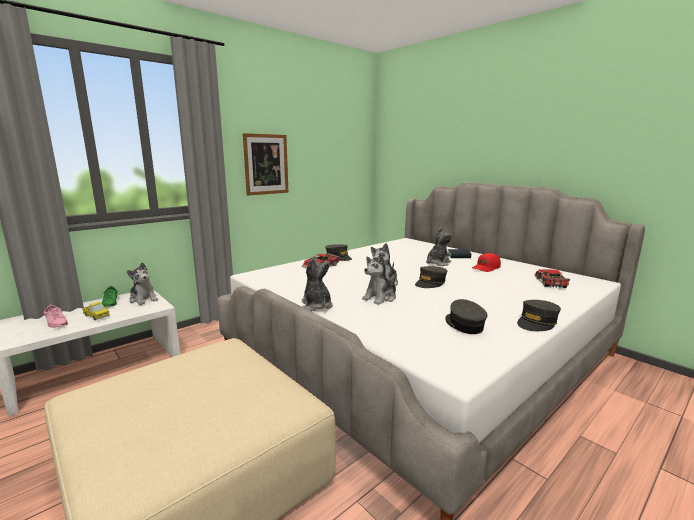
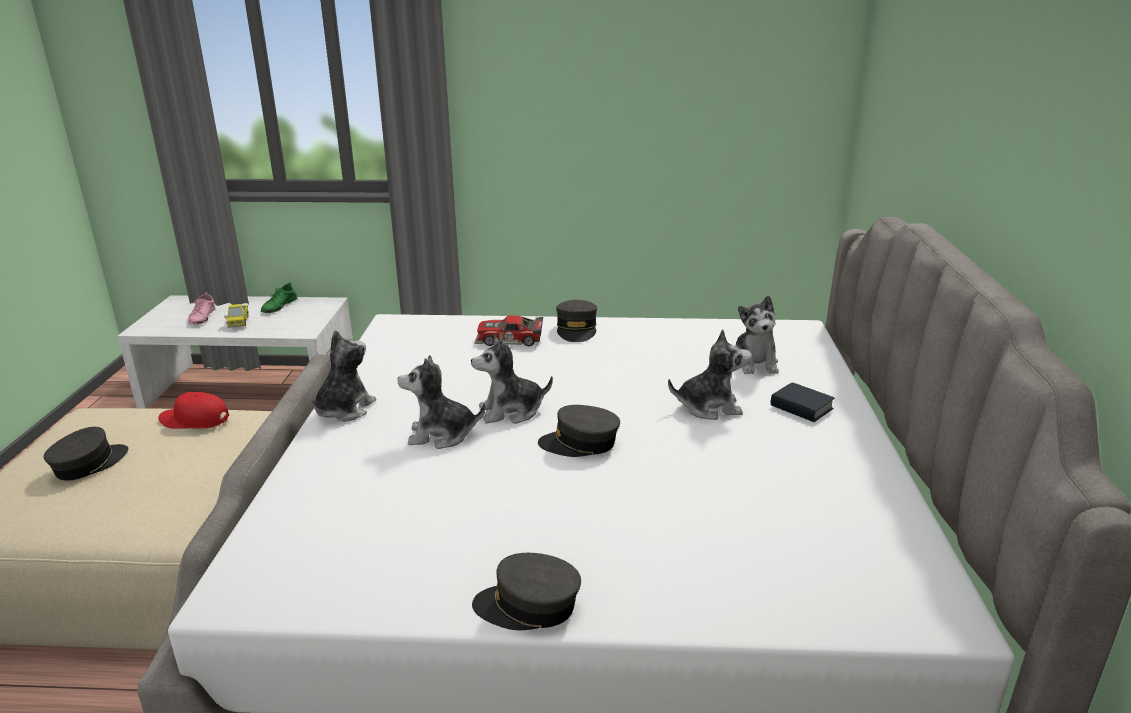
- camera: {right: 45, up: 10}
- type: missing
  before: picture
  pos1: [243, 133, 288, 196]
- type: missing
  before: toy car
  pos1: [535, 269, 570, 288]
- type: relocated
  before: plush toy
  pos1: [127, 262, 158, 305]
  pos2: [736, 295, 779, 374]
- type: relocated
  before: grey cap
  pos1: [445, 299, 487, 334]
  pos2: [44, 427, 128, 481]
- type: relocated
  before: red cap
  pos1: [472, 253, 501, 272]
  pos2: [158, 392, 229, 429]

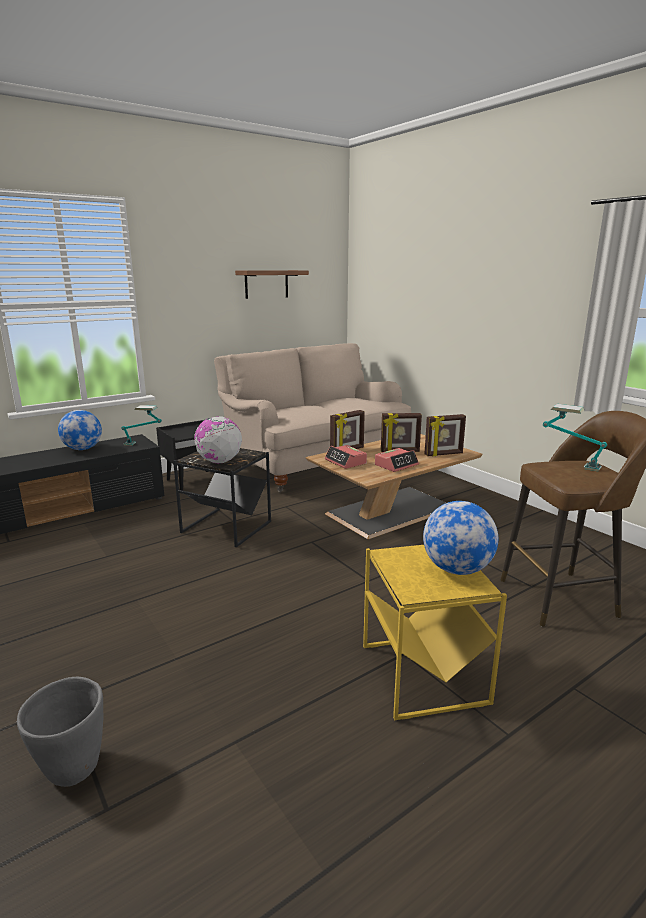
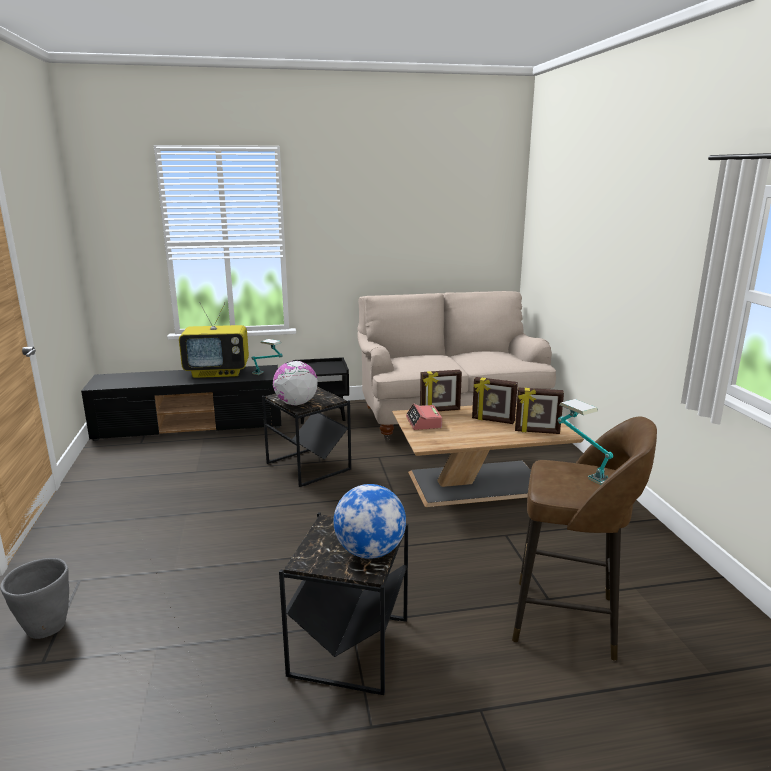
- camera: {right: 25, up: 0}
- type: missing
  before: shelf
  pos1: [235, 270, 309, 299]
- type: missing
  before: alarm clock
  pos1: [375, 448, 419, 472]
- type: exchanged
  before: globe
  after: television
  pos1: [58, 410, 102, 450]
  pos2: [179, 302, 249, 378]
- type: colour
  before: yellow side table
  after: black side table
  pos1: [363, 545, 507, 720]
  pos2: [279, 512, 408, 695]

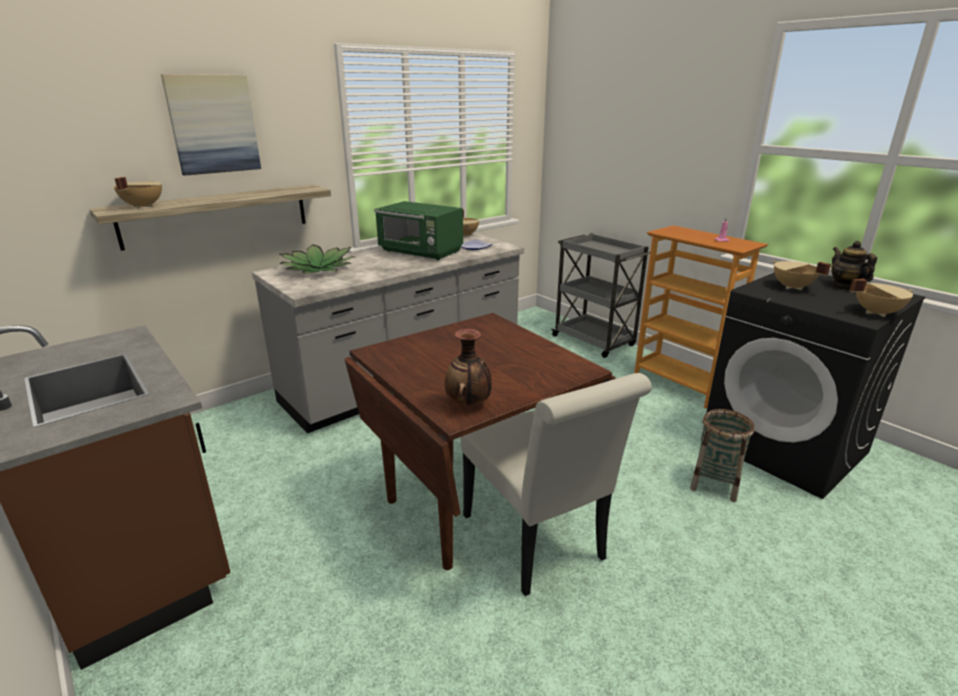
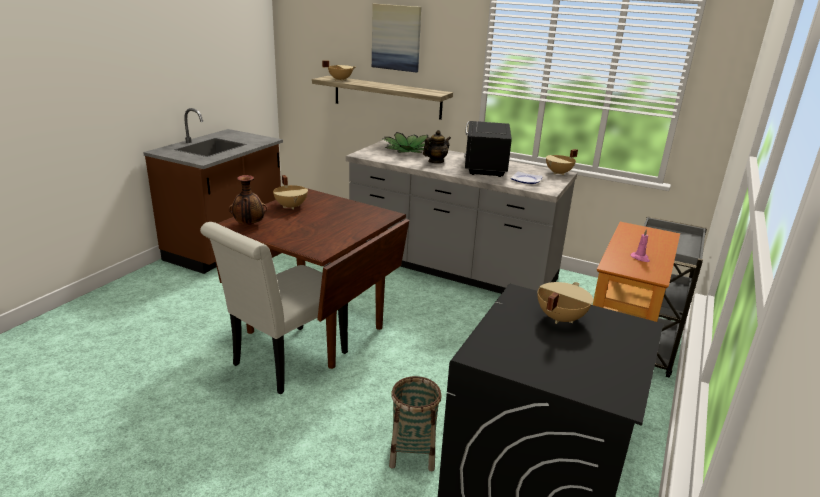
- camera: {right: 65, up: 0}
- type: relocated
  before: teapot
  pos1: [831, 241, 877, 290]
  pos2: [423, 130, 451, 163]
- type: relocated
  before: beige cooking pot
  pos1: [849, 279, 914, 317]
  pos2: [273, 175, 308, 210]
- type: colour
  before: green microwave
  after: black microwave
  pos1: [374, 201, 463, 260]
  pos2: [464, 121, 512, 177]

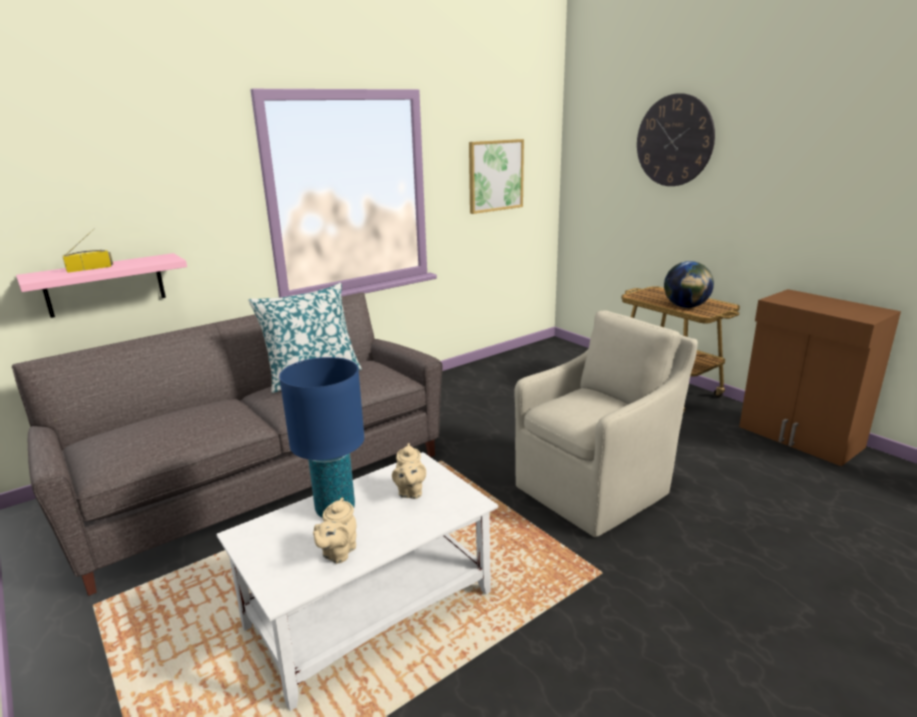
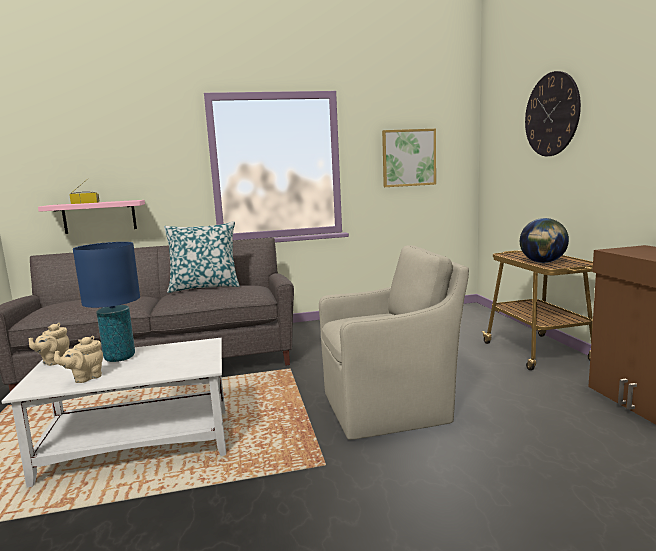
- camera: {right: 25, up: -10}
- type: relocated
  before: beige teapot
  pos1: [392, 443, 426, 499]
  pos2: [29, 323, 70, 366]

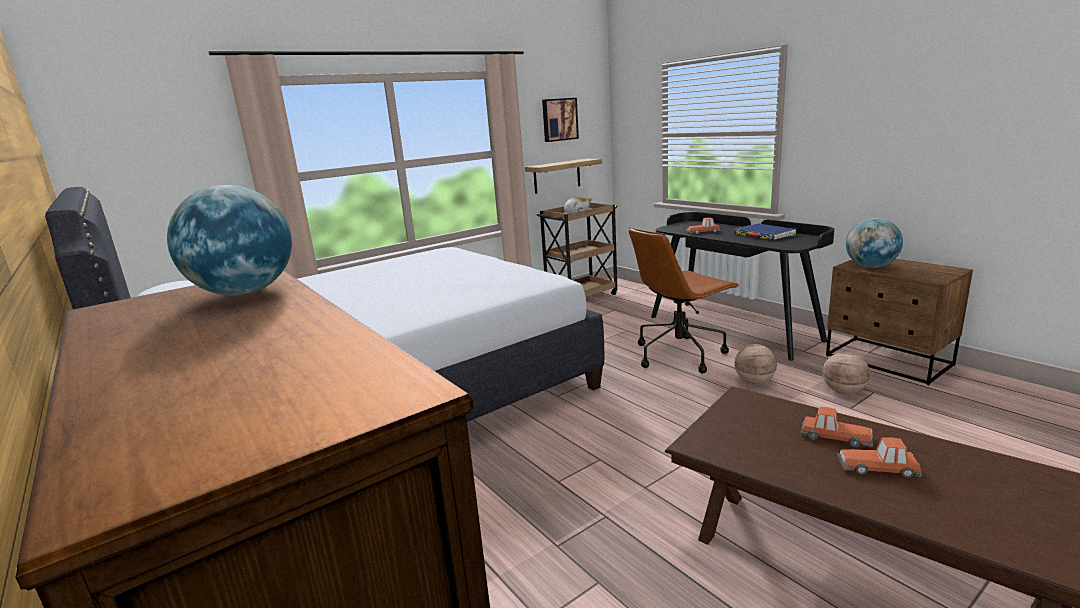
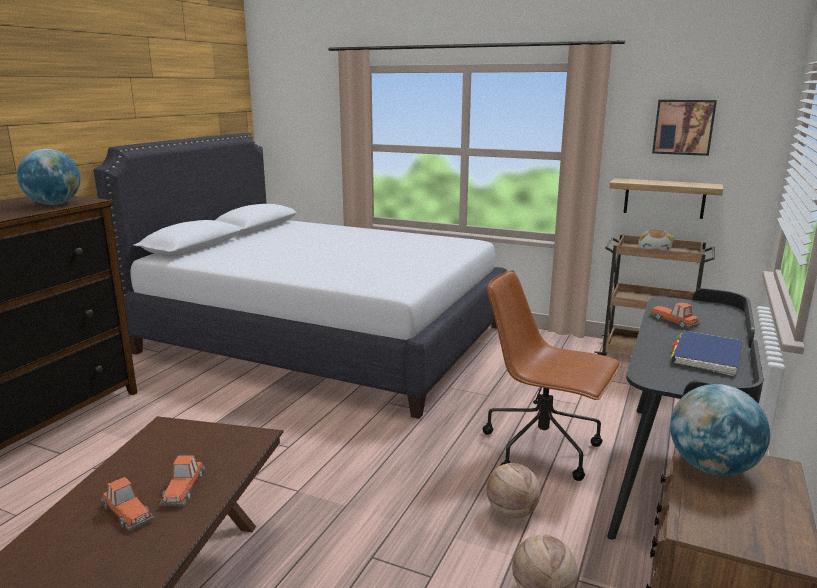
- camera: {right: 60, up: 0}
- type: spun
  before: toy car
  pos1: [837, 437, 922, 478]
  pos2: [101, 477, 154, 531]
  turn: 150

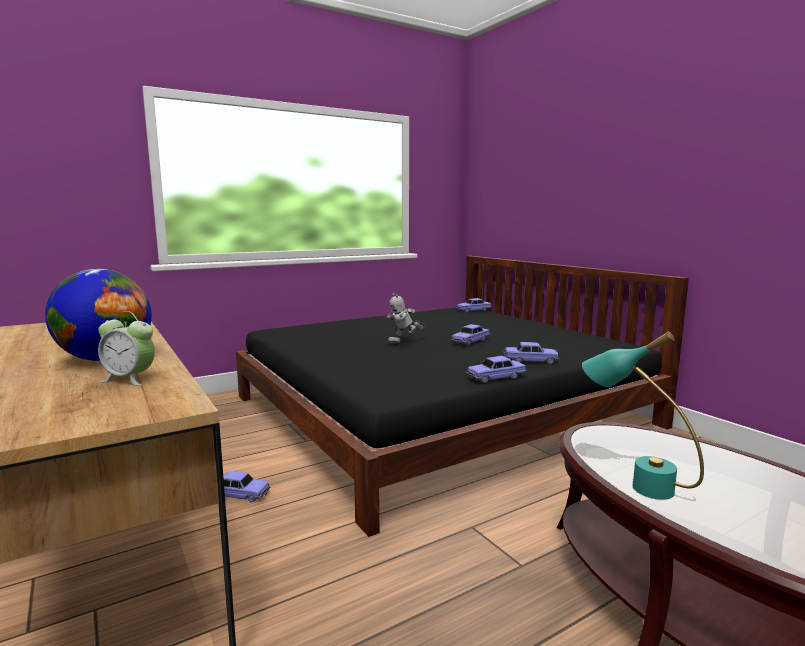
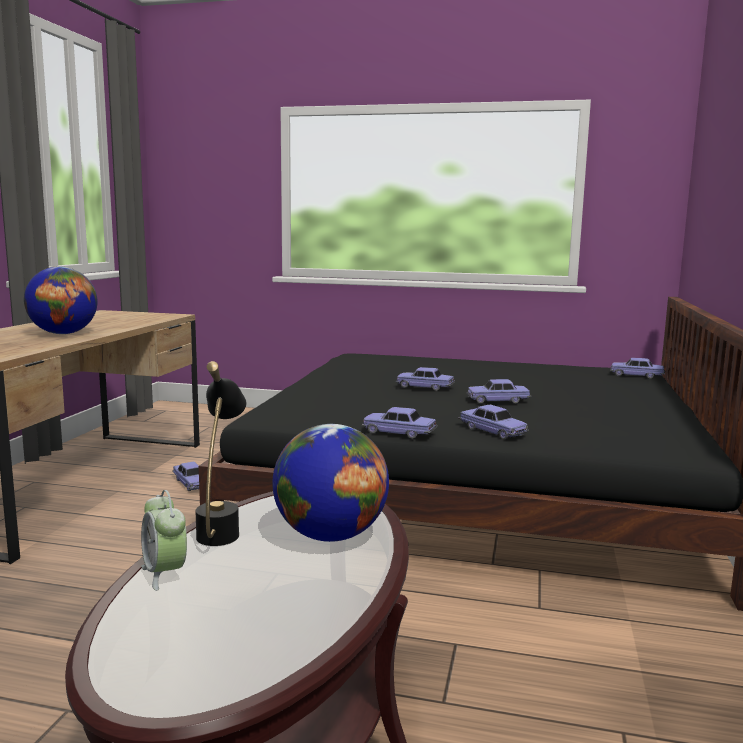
- camera: {right: 45, up: 0}
- type: appeared
  after: globe
  pos2: [272, 424, 389, 542]
- type: relocated
  before: alarm clock
  pos1: [98, 311, 155, 385]
  pos2: [141, 490, 187, 591]
- type: exchanged
  before: toy robot
  after: toy car
  pos1: [386, 293, 425, 343]
  pos2: [396, 367, 455, 391]
- type: colour
  before: turquoise table lamp
  after: black table lamp
  pos1: [582, 332, 704, 500]
  pos2: [195, 361, 247, 546]

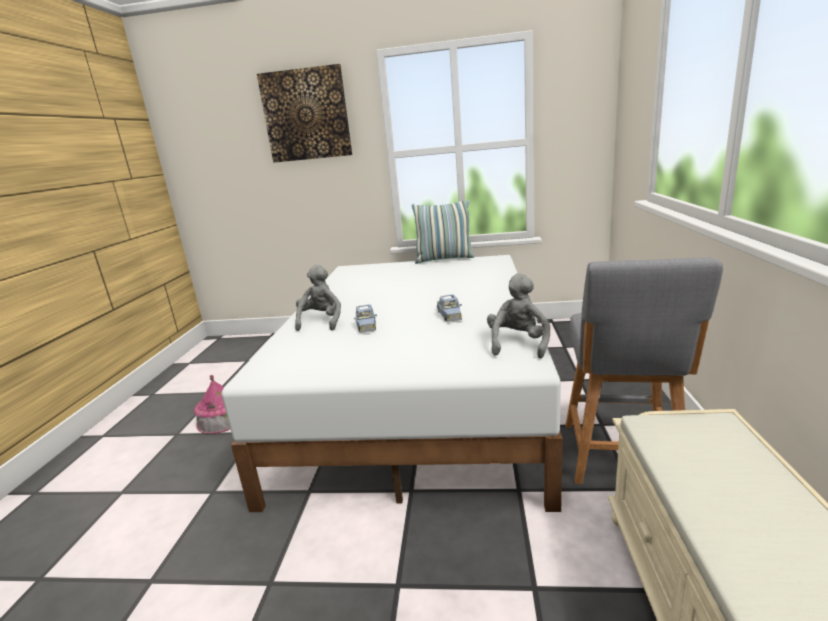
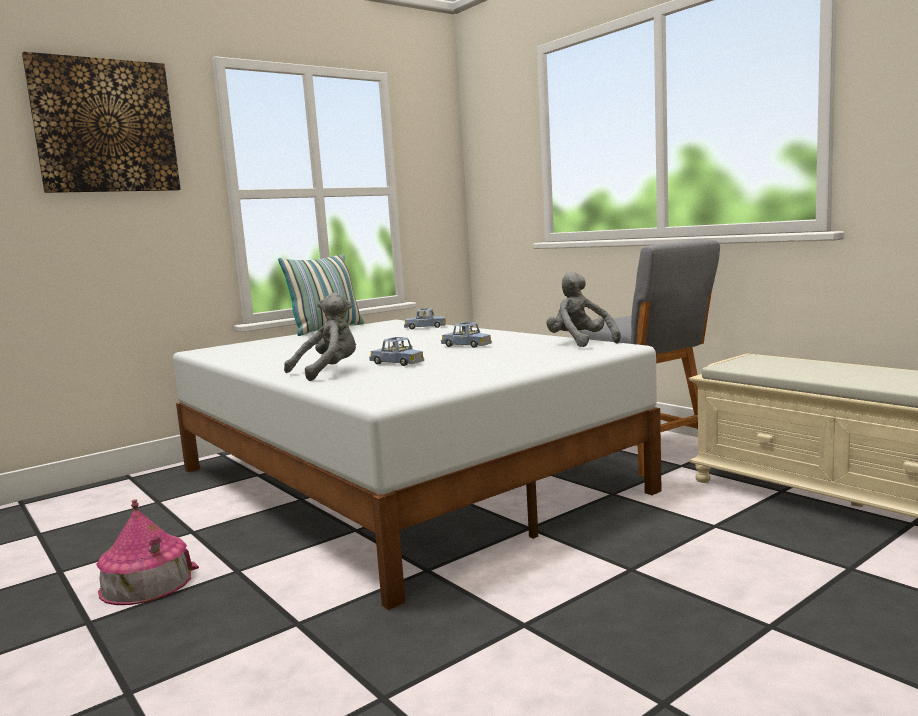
- camera: {right: -45, up: -10}
- type: appeared
  after: blue toy car
  pos2: [404, 308, 446, 330]
- type: spun
  before: grey plush toy
  pos1: [295, 265, 341, 331]
  pos2: [284, 293, 356, 381]
  turn: 90

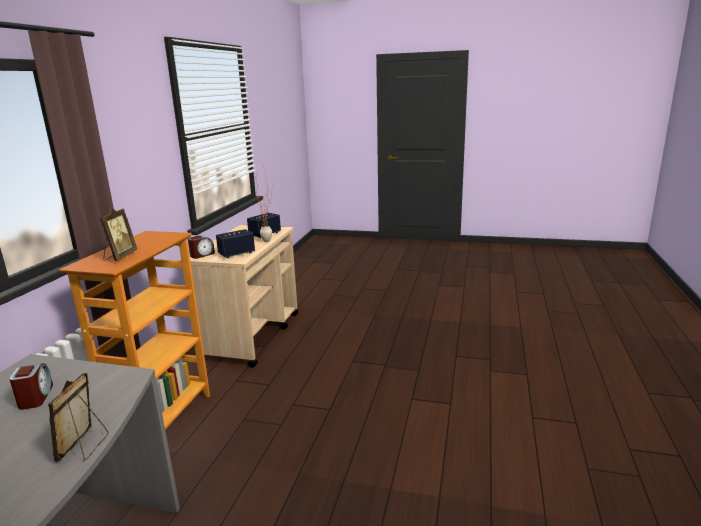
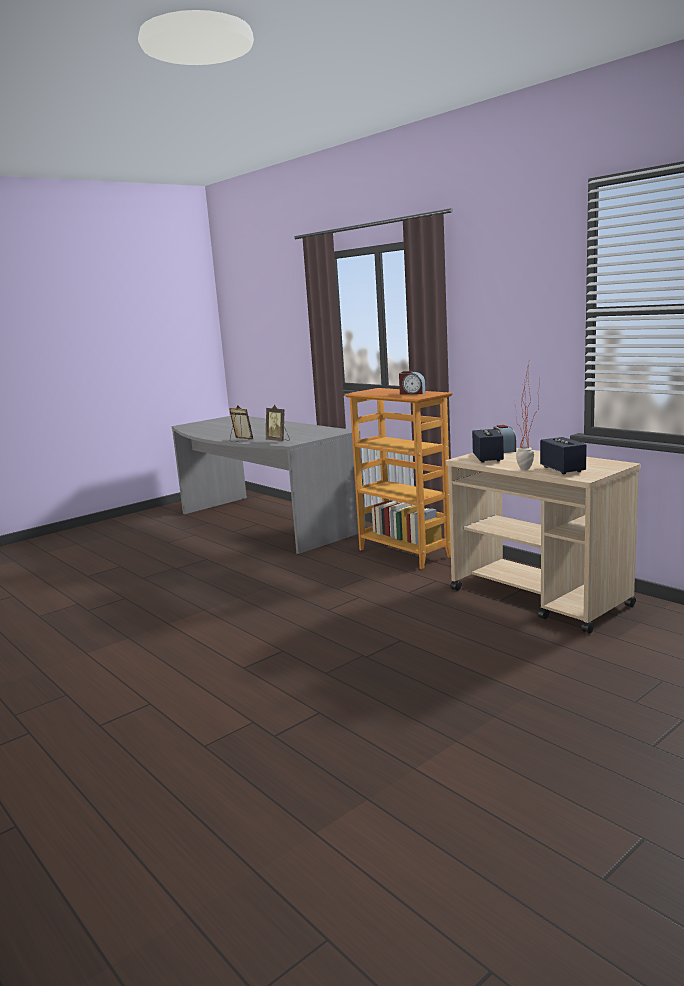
- camera: {right: 125, up: -5}
- type: relocated
  before: alarm clock
  pos1: [10, 363, 53, 410]
  pos2: [399, 371, 426, 394]
- type: relocated
  before: picture frame
  pos1: [100, 208, 137, 261]
  pos2: [266, 405, 290, 441]

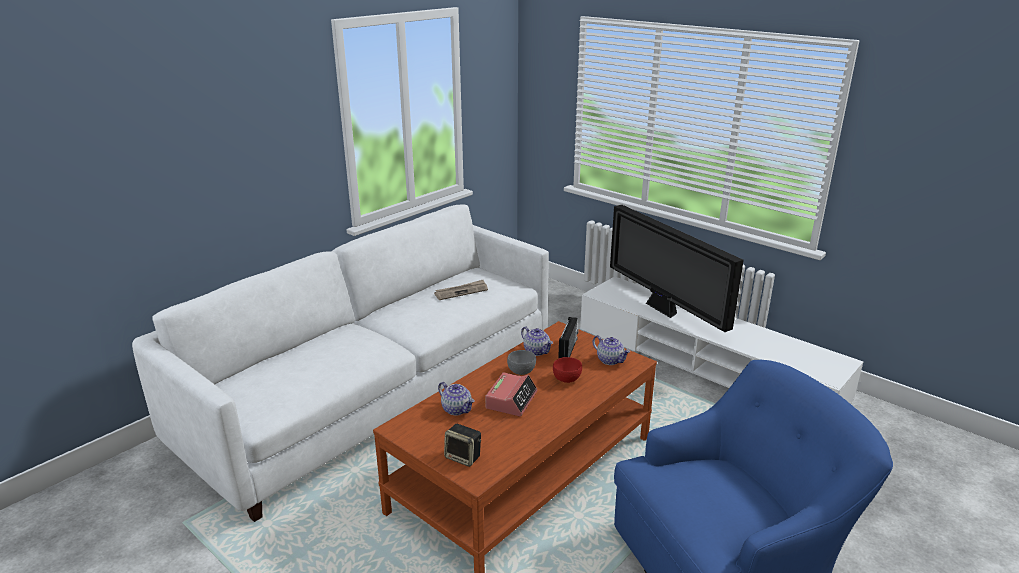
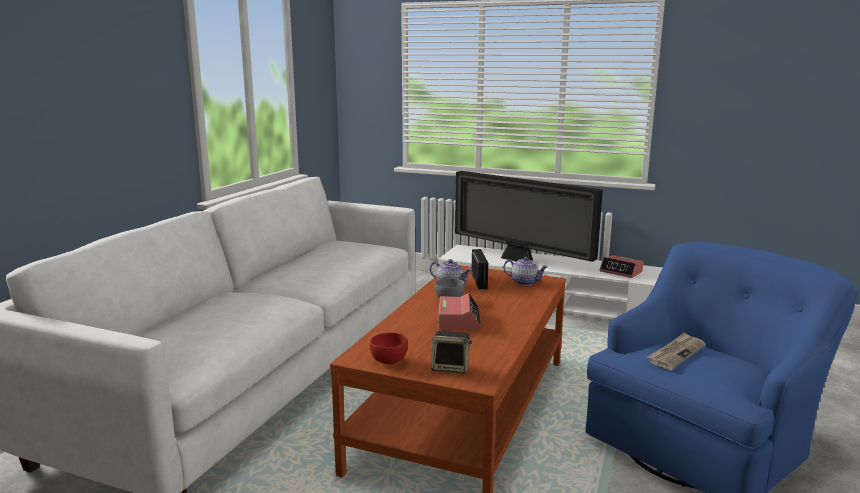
- camera: {right: -20, up: -10}
- type: missing
  before: teapot
  pos1: [438, 382, 474, 415]
- type: appeared
  after: alarm clock
  pos2: [599, 255, 643, 278]
- type: relocated
  before: newspaper
  pos1: [434, 280, 488, 300]
  pos2: [647, 332, 706, 370]
- type: relocated
  before: red bowl
  pos1: [553, 357, 582, 383]
  pos2: [370, 333, 408, 364]

